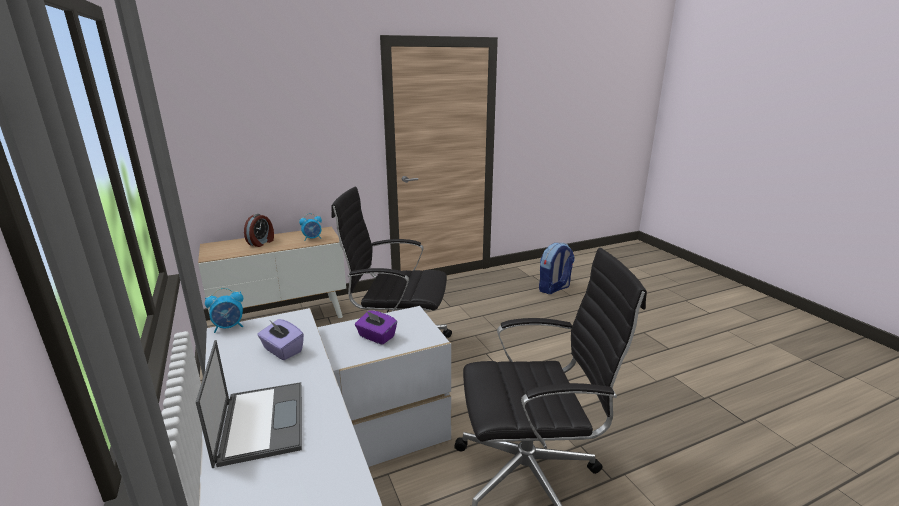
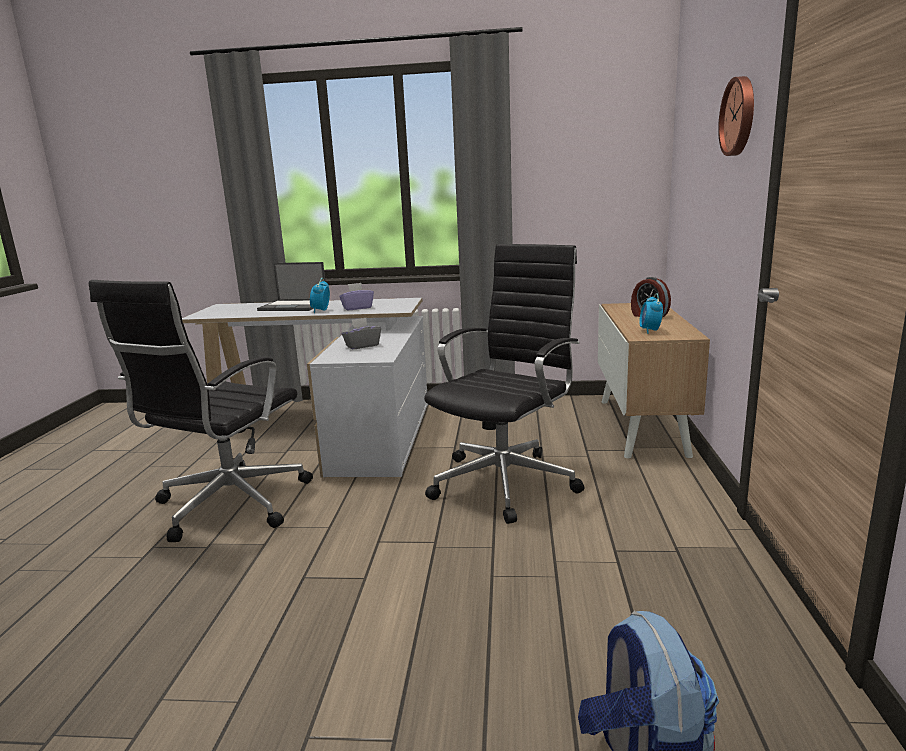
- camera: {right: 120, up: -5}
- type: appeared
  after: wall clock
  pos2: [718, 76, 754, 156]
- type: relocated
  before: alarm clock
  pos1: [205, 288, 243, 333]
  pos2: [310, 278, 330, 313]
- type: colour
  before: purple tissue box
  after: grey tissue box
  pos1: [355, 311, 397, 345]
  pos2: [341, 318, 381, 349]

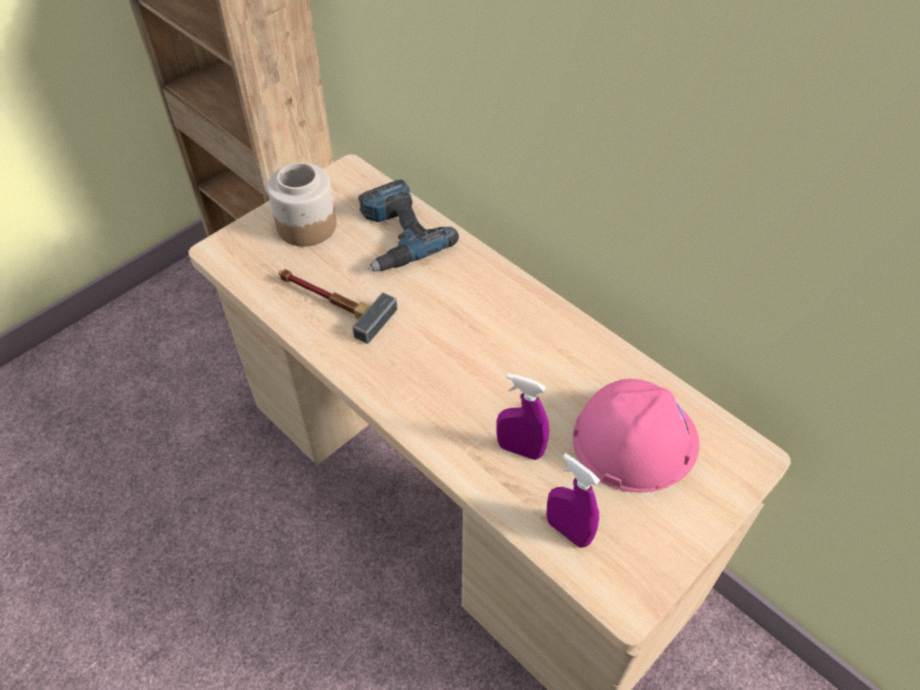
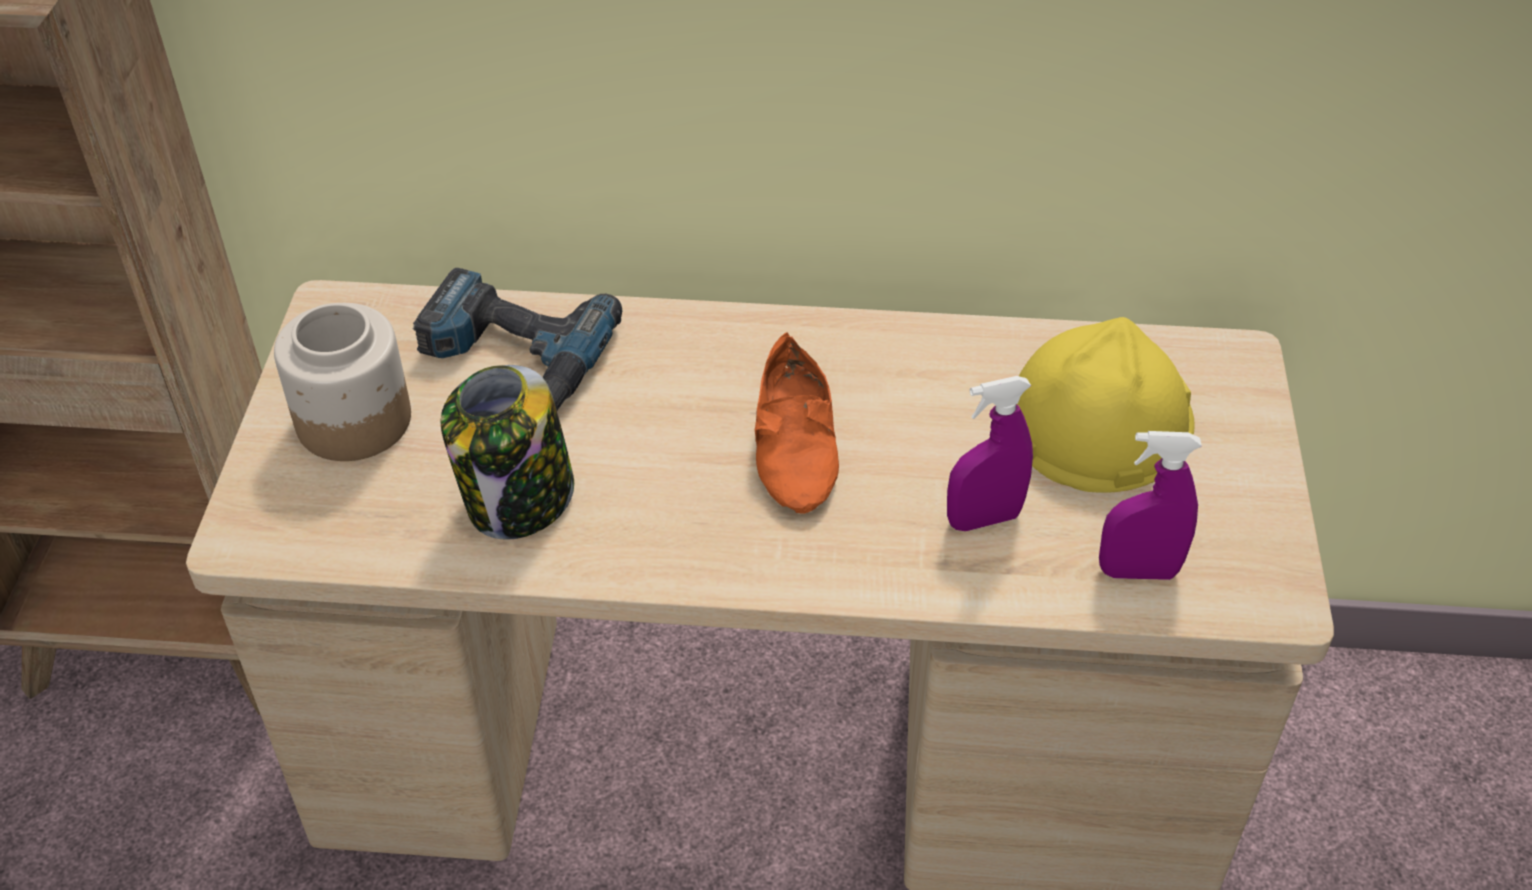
- camera: {right: -40, up: -5}
- type: appeared
  after: orange shoe
  pos2: [755, 332, 839, 514]
- type: exchanged
  before: hammer
  after: jar
  pos1: [278, 269, 397, 344]
  pos2: [440, 365, 574, 540]
- type: colour
  before: pink hard hat
  after: yellow hard hat
  pos1: [573, 379, 699, 492]
  pos2: [1017, 317, 1195, 493]

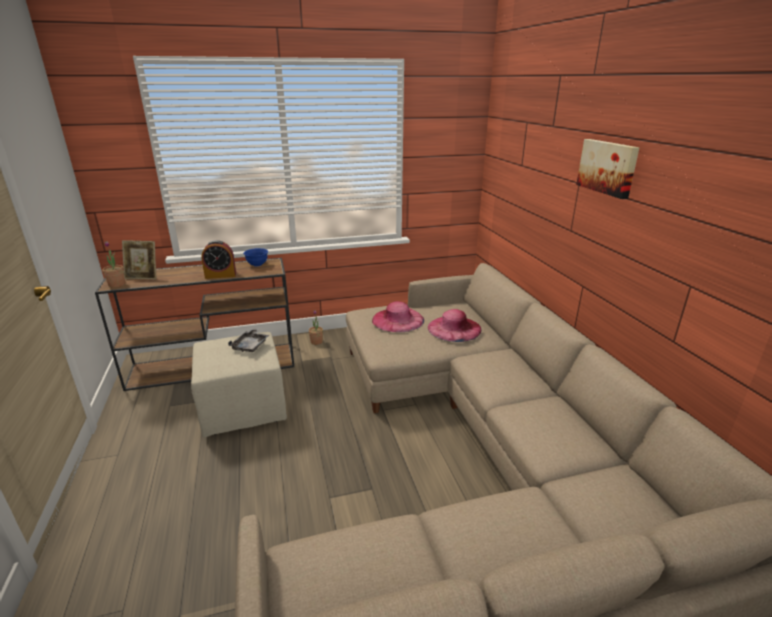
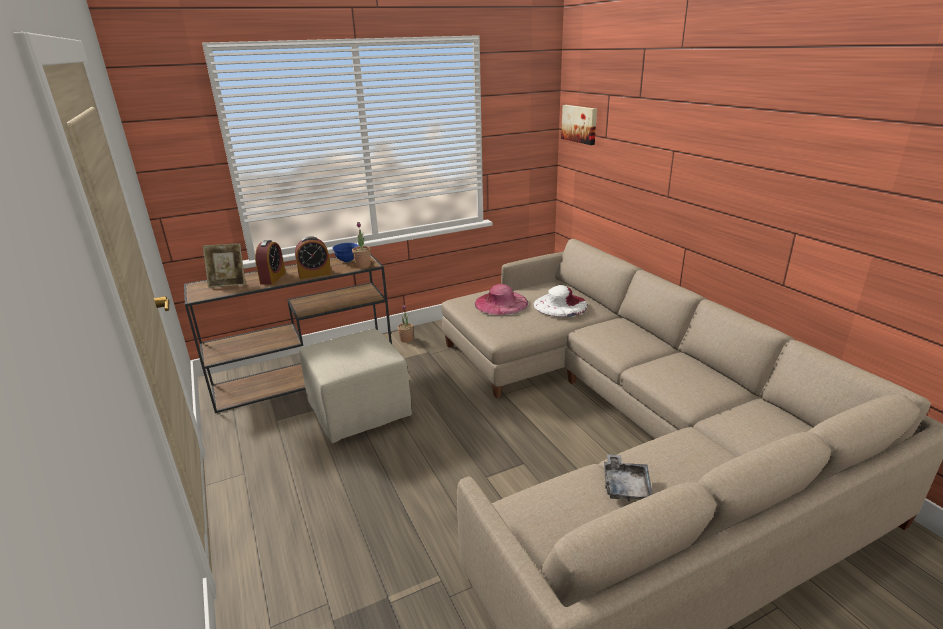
- camera: {right: -10, up: 0}
- type: appeared
  after: alarm clock
  pos2: [255, 240, 286, 285]
- type: relocated
  before: potted plant
  pos1: [103, 241, 125, 288]
  pos2: [352, 222, 371, 269]
- type: relocated
  before: grey tray
  pos1: [228, 328, 269, 352]
  pos2: [604, 454, 653, 501]
- type: relocated
  before: picture
  pos1: [576, 139, 640, 199]
  pos2: [561, 105, 597, 145]
- type: colour
  before: pink hat
  after: white hat
  pos1: [428, 309, 481, 342]
  pos2: [534, 285, 588, 317]

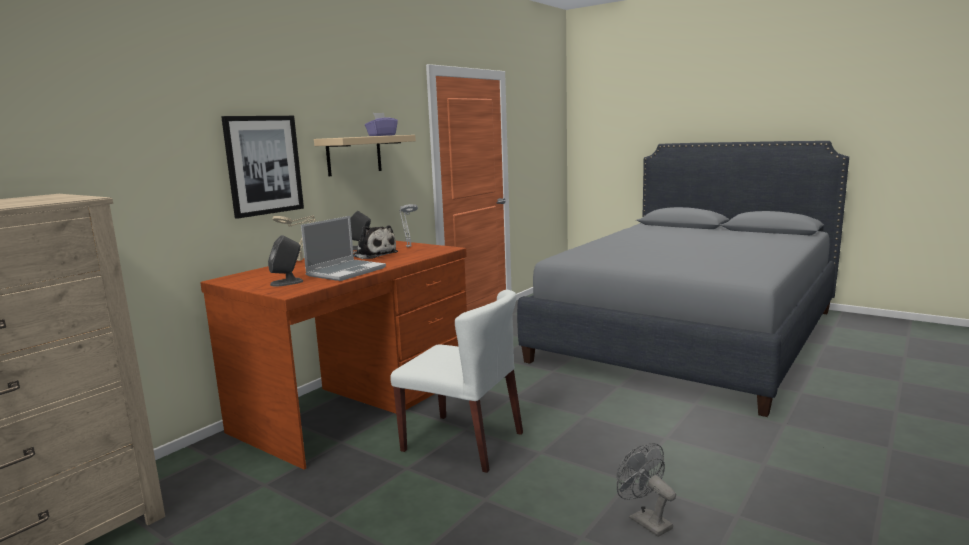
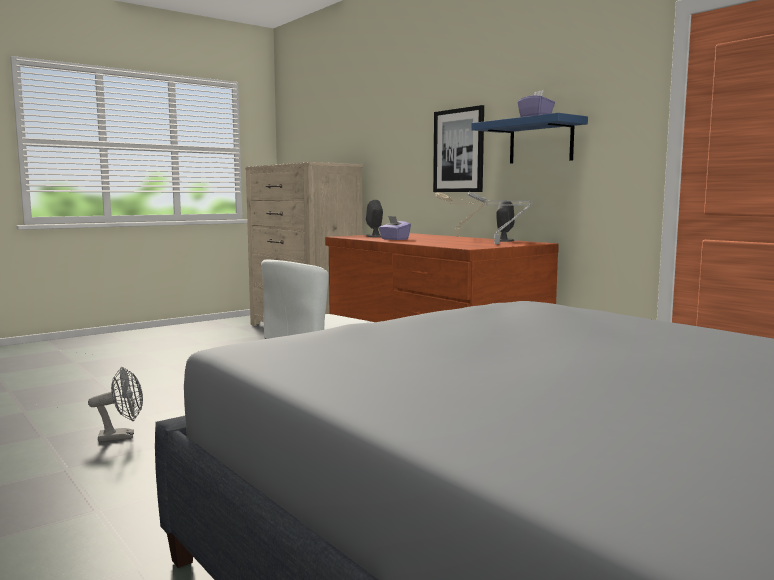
- camera: {right: 105, up: -5}
- type: missing
  before: plush toy
  pos1: [353, 225, 398, 259]
- type: exchanged
  before: laptop
  after: purple tissue box
  pos1: [301, 216, 386, 281]
  pos2: [379, 216, 411, 240]
- type: colour
  before: beige shelf
  after: blue shelf
  pos1: [314, 135, 416, 176]
  pos2: [471, 113, 588, 163]

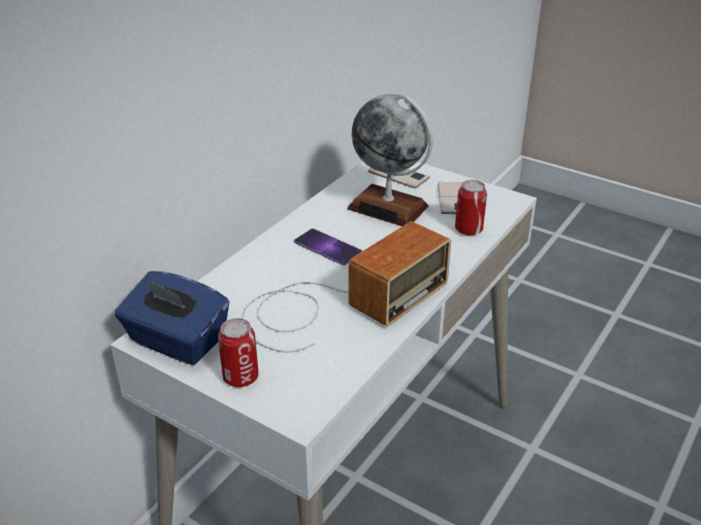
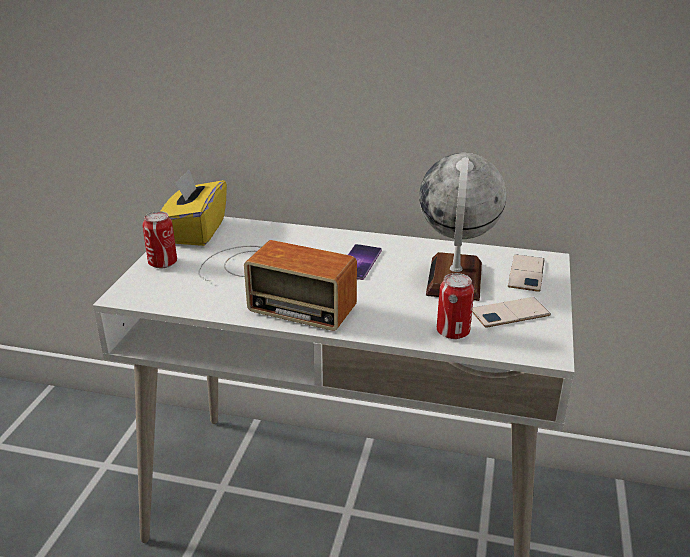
- camera: {right: 70, up: -5}
- type: colour
  before: blue tissue box
  after: yellow tissue box
  pos1: [115, 271, 229, 365]
  pos2: [161, 169, 227, 246]

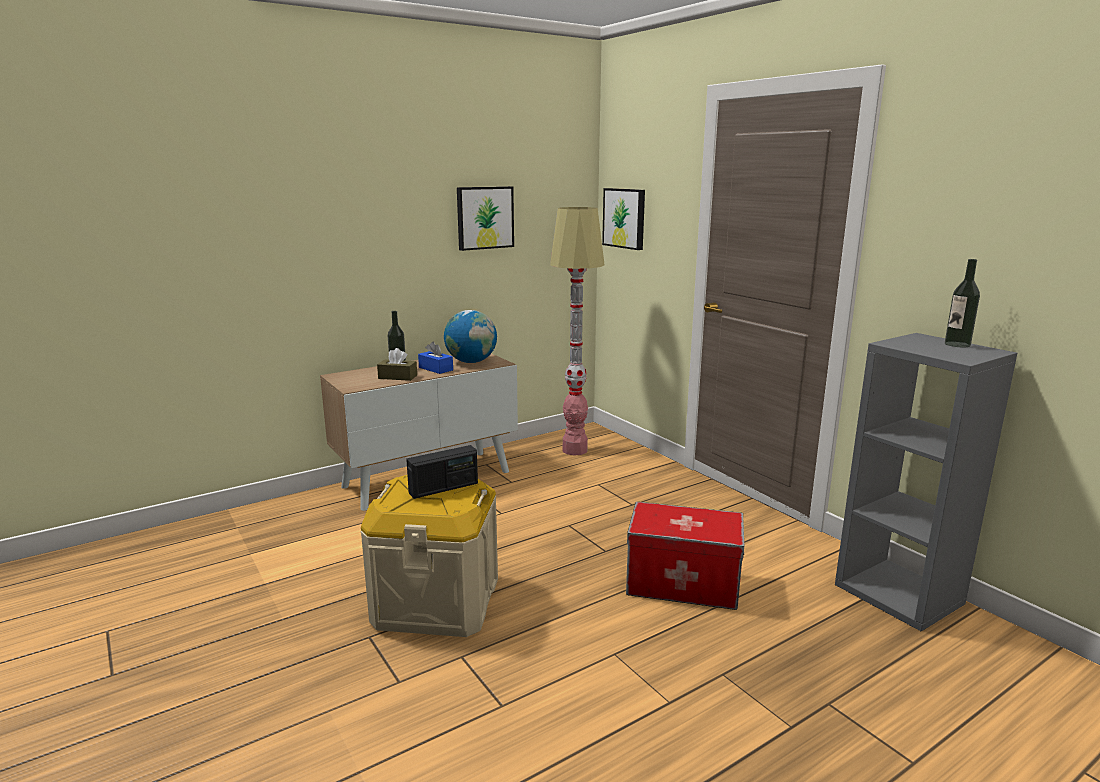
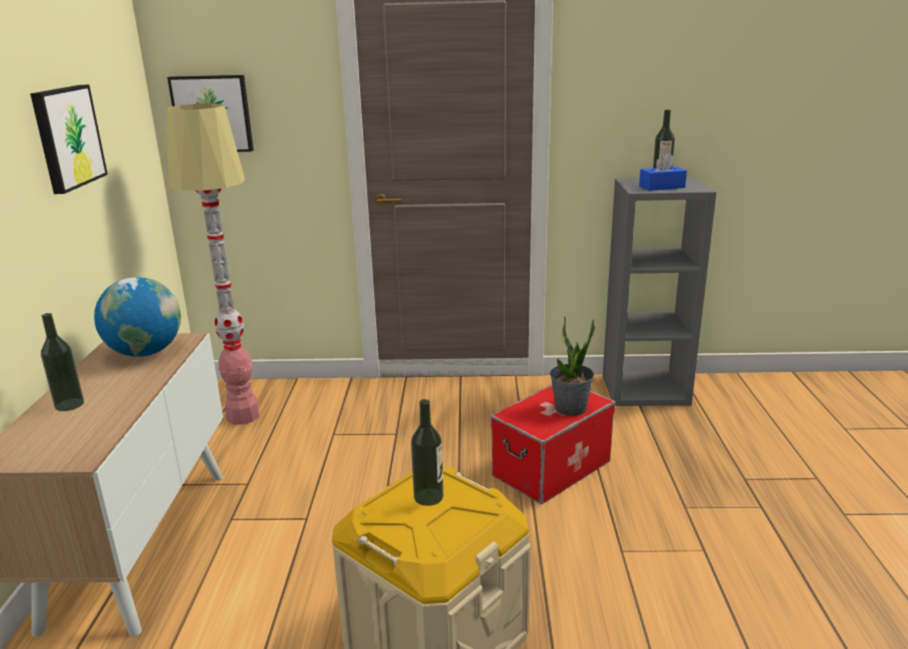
- camera: {right: -55, up: 5}
- type: missing
  before: brown tissue box
  pos1: [377, 348, 417, 381]
- type: appeared
  after: potted plant
  pos2: [550, 316, 595, 416]
- type: relocated
  before: blue tissue box
  pos1: [418, 341, 453, 374]
  pos2: [639, 153, 687, 191]
- type: exchanged
  before: radio
  after: bottle
  pos1: [406, 445, 478, 499]
  pos2: [411, 399, 443, 506]

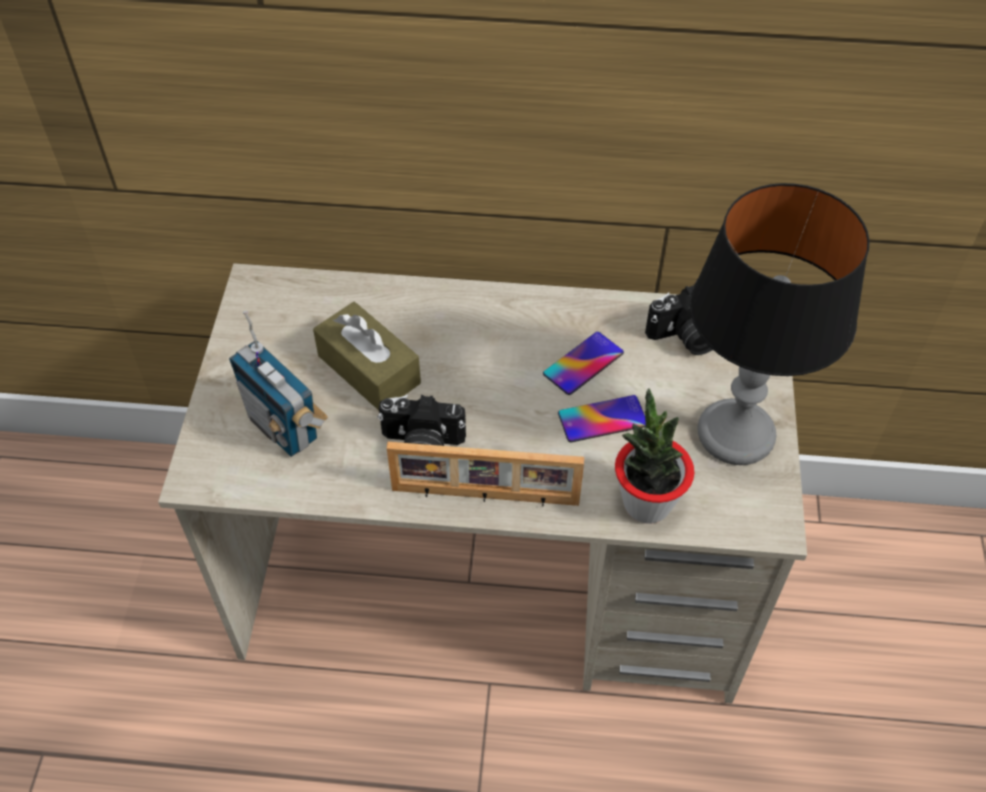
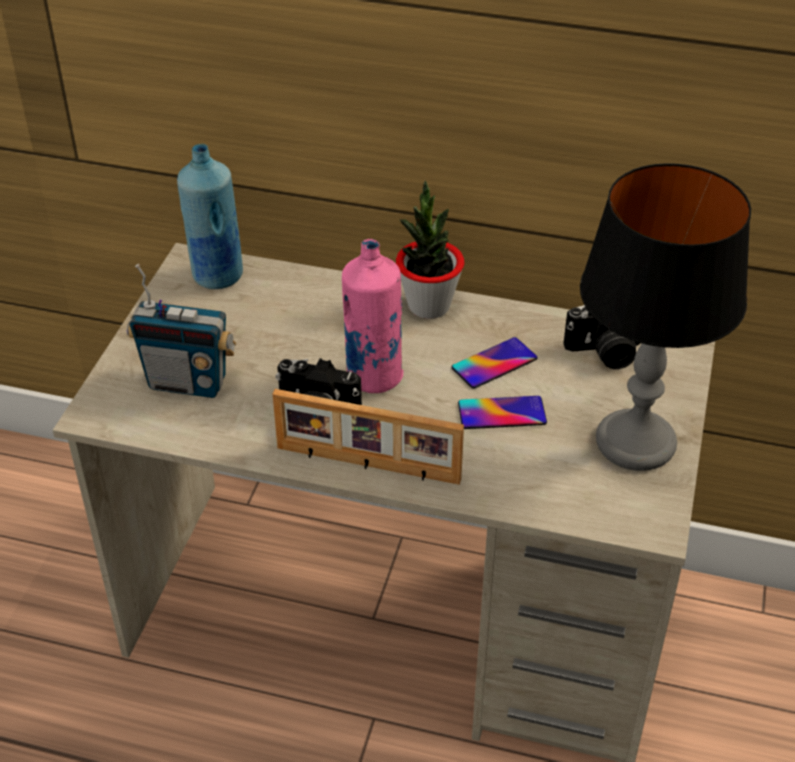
- camera: {right: 10, up: -10}
- type: missing
  before: brown tissue box
  pos1: [313, 302, 421, 410]
- type: appeared
  after: blue bottle
  pos2: [177, 144, 243, 289]
- type: appeared
  after: pink bottle
  pos2: [342, 239, 404, 393]
- type: relocated
  before: potted plant
  pos1: [615, 389, 694, 524]
  pos2: [396, 181, 464, 319]
- type: spun
  before: radio
  pos1: [229, 311, 328, 457]
  pos2: [127, 264, 236, 398]
  turn: -45

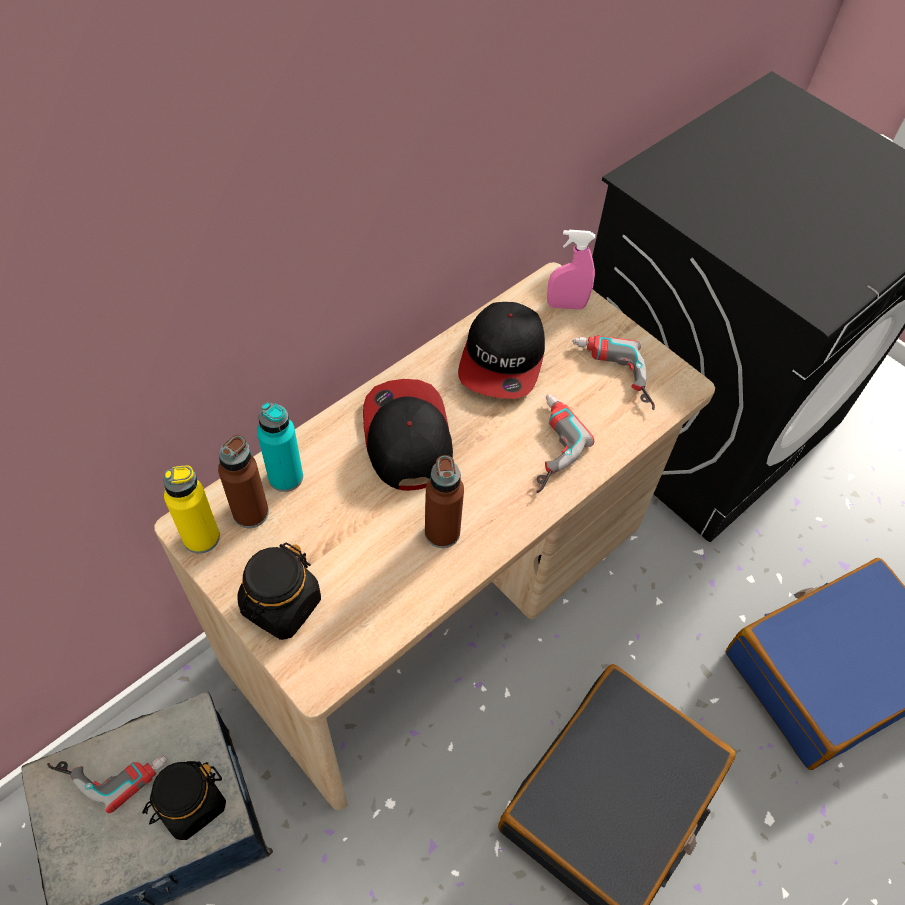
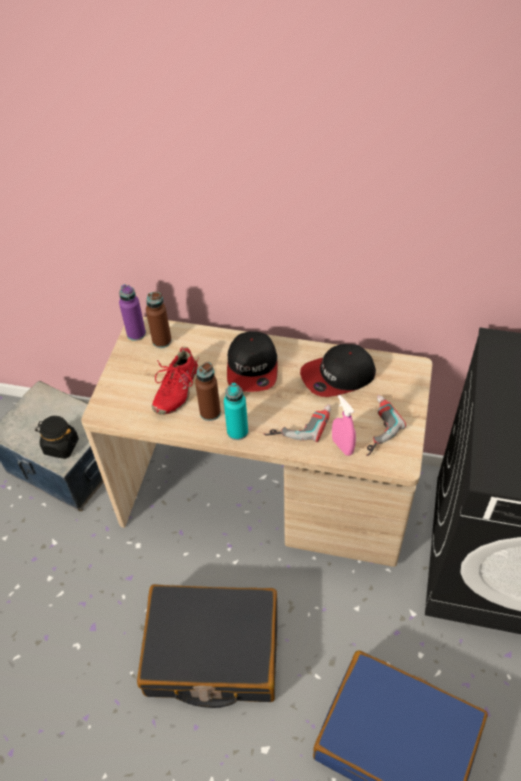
- camera: {right: 60, up: -5}
- type: missing
  before: power drill
  pos1: [47, 756, 167, 813]
- type: missing
  before: black jar
  pos1: [237, 543, 321, 640]
- type: appeared
  after: red shoe
  pos2: [152, 347, 199, 415]
- type: relocated
  before: turquoise bottle
  pos1: [257, 402, 303, 492]
  pos2: [224, 383, 248, 440]
- type: relocated
  before: pink spray bottle
  pos1: [547, 230, 595, 309]
  pos2: [332, 395, 356, 456]
- type: colour
  before: yellow bottle
  after: purple bottle
  pos1: [163, 465, 220, 554]
  pos2: [119, 284, 146, 341]
- type: spun
  before: cap
  pos1: [363, 379, 453, 491]
  pos2: [227, 331, 278, 392]
  turn: 135

